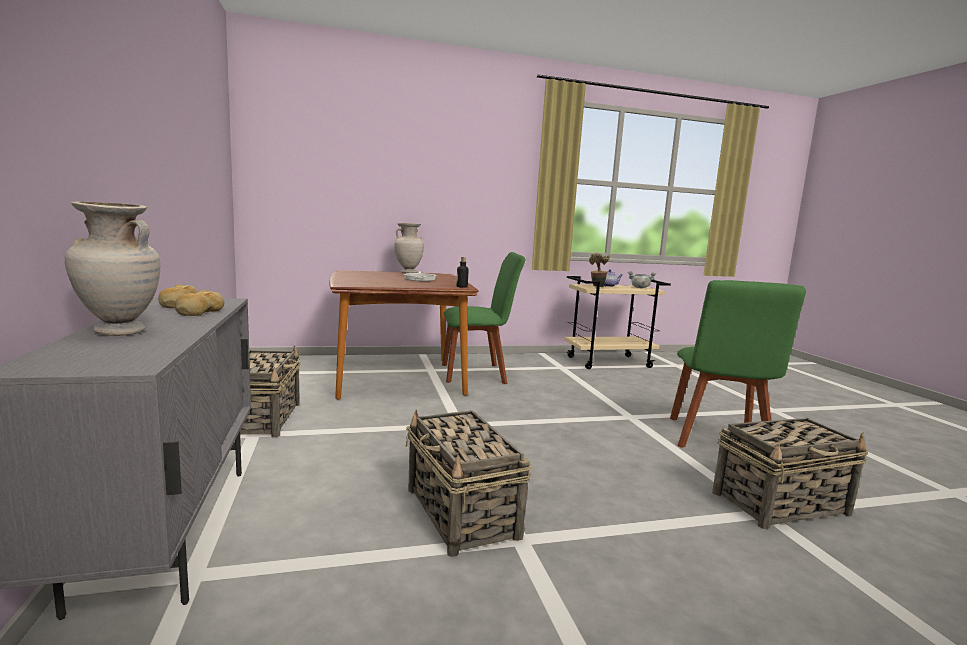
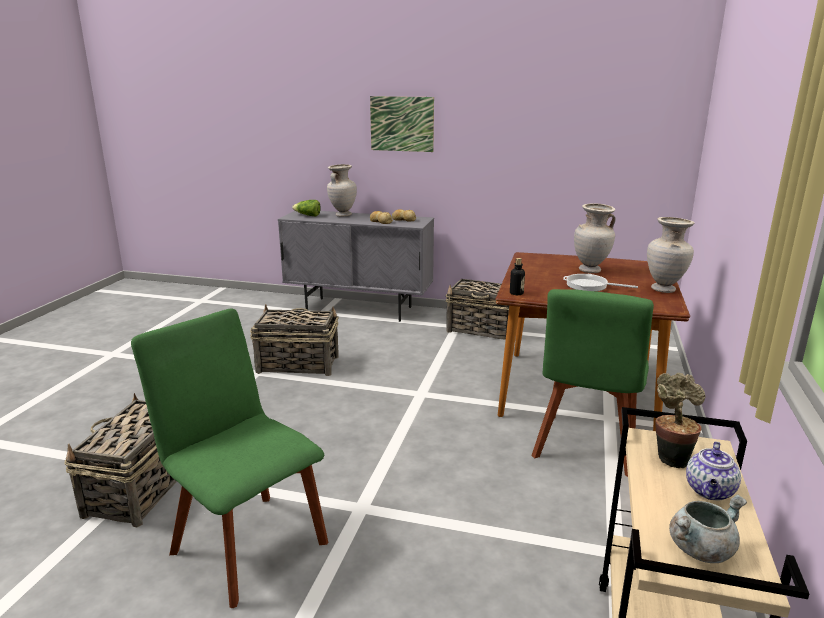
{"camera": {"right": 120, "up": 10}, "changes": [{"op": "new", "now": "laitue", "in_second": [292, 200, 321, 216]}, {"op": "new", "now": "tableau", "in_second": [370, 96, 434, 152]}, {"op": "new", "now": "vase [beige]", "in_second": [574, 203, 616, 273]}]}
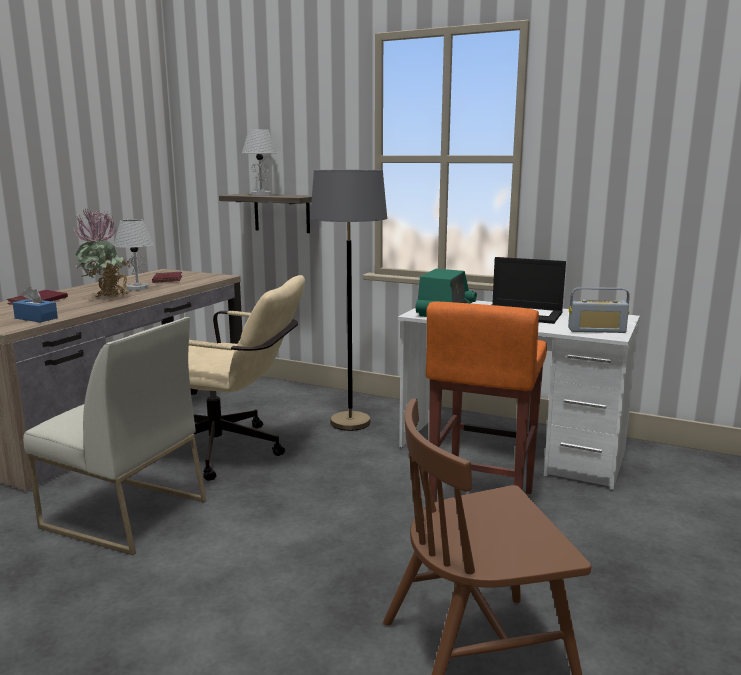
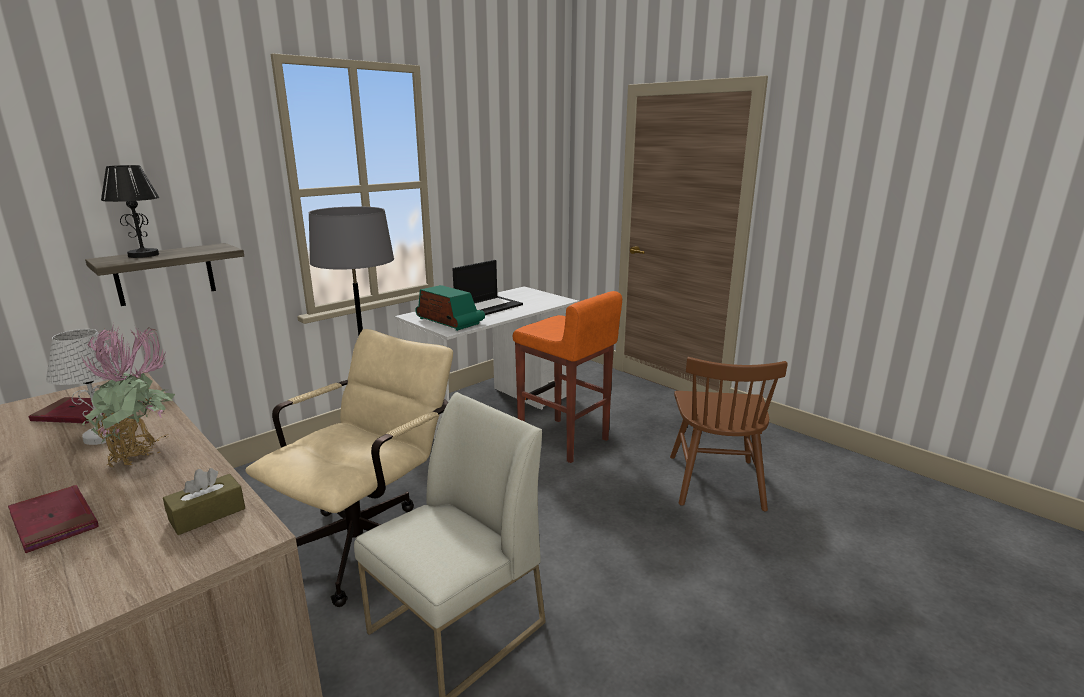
{"camera": {"right": -70, "up": 5}, "changes": [{"op": "repainted", "was": "boîte à mouchoirs [bleu]", "now": "boîte à mouchoirs [marron]", "in_first": [13, 286, 58, 322], "in_second": [163, 468, 245, 535]}, {"op": "repainted", "was": "lampe de table [blanc]", "now": "lampe de table [noir]", "in_first": [242, 129, 277, 195], "in_second": [101, 165, 159, 258]}, {"op": "gone", "was": "radio", "in_first": [568, 287, 630, 333]}]}
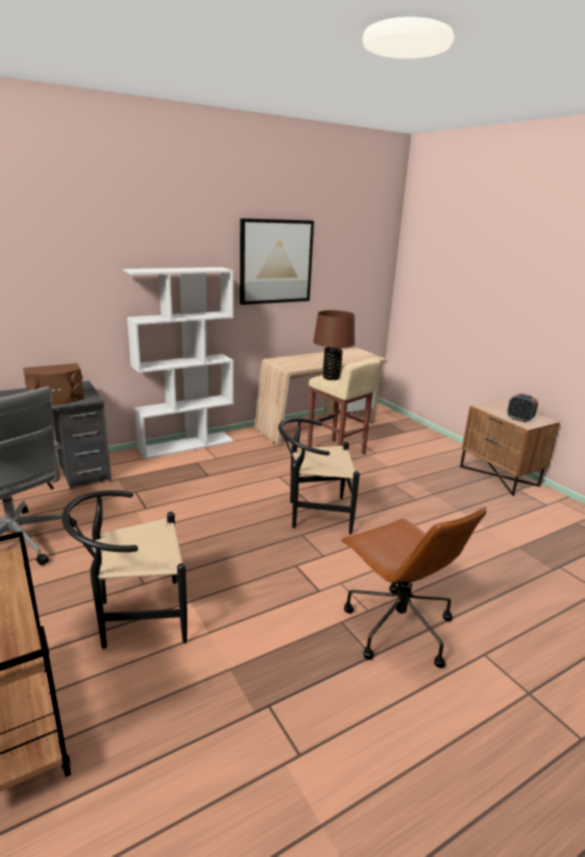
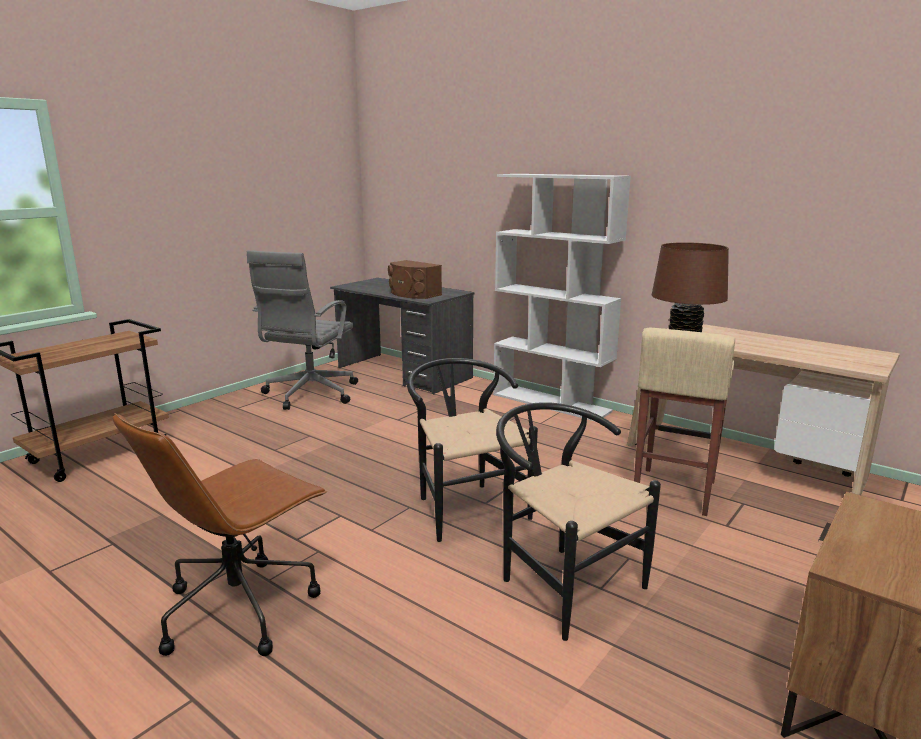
{"camera": {"right": 70, "up": -5}, "changes": [{"op": "shifted", "was": "chaise [noir]", "in_first": [62, 490, 187, 649], "in_second": [496, 402, 661, 641]}, {"op": "gone", "was": "tableau", "in_first": [240, 218, 314, 305]}, {"op": "gone", "was": "réveil", "in_first": [507, 394, 538, 422]}]}
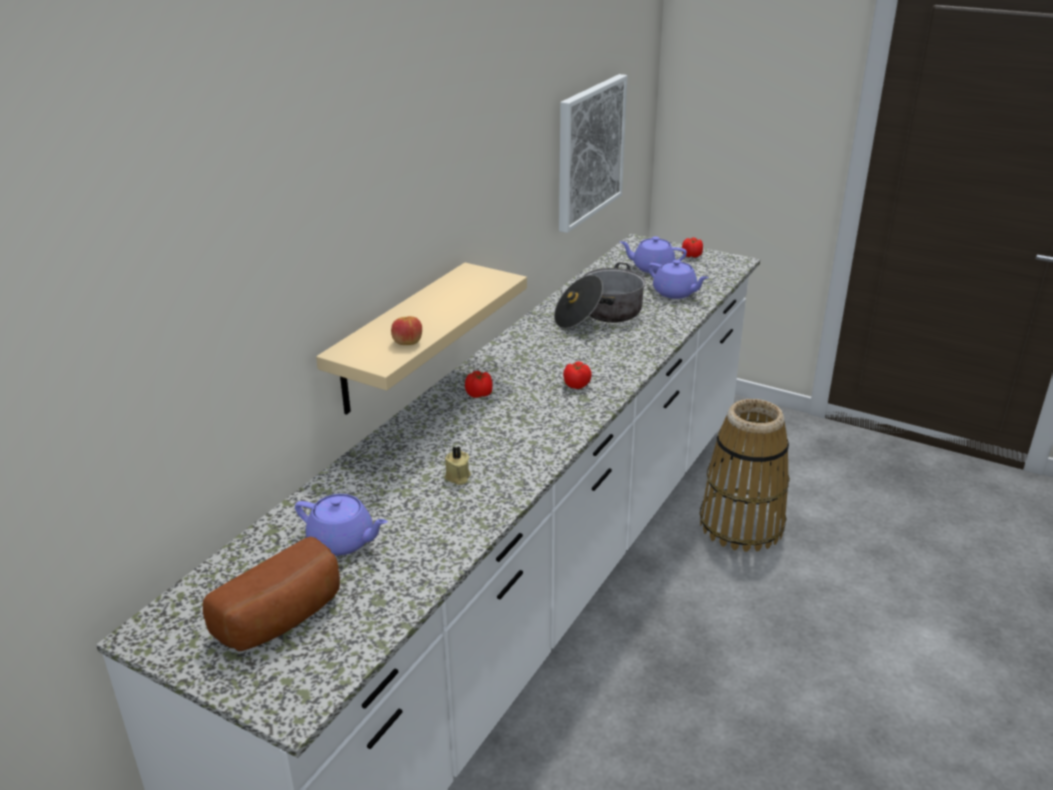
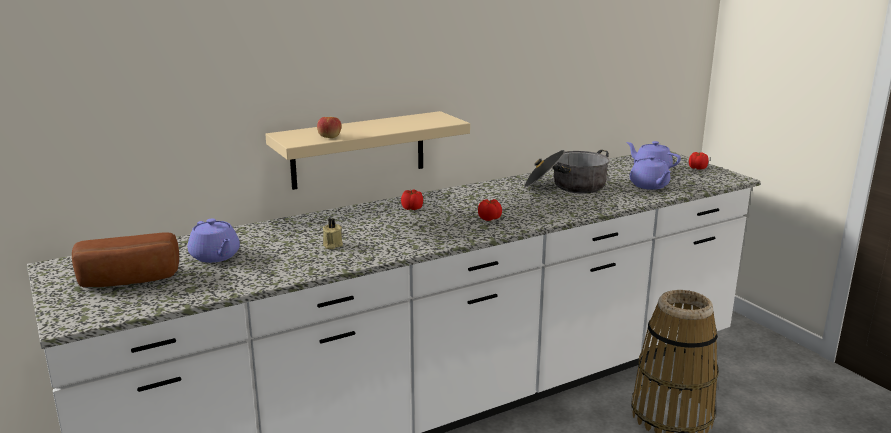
{"camera": {"right": 30, "up": -10}, "changes": [{"op": "gone", "was": "tableau", "in_first": [559, 74, 627, 233]}]}
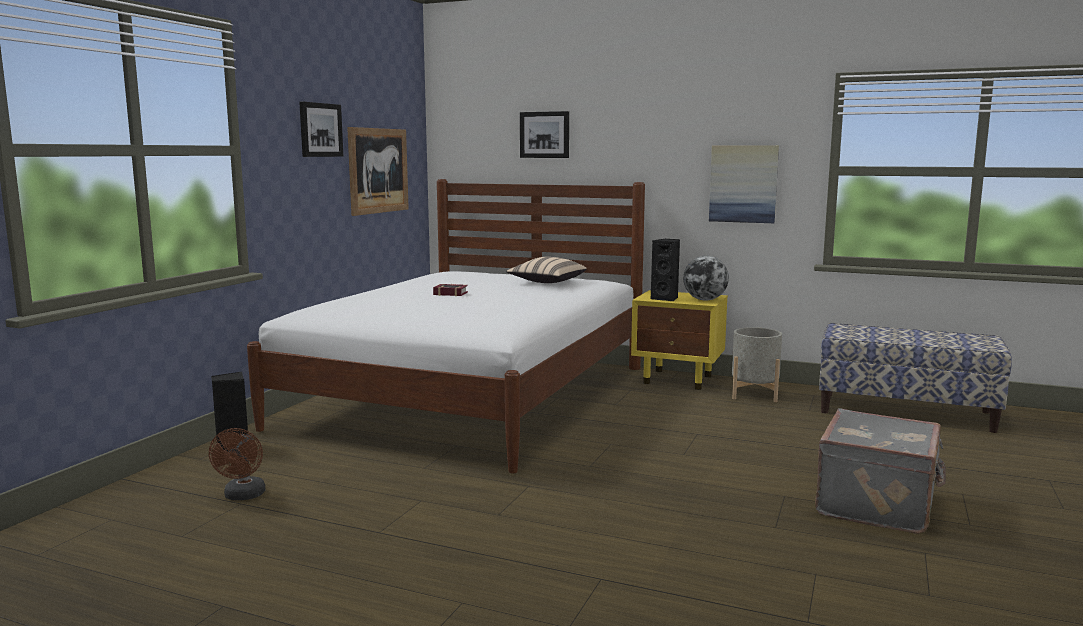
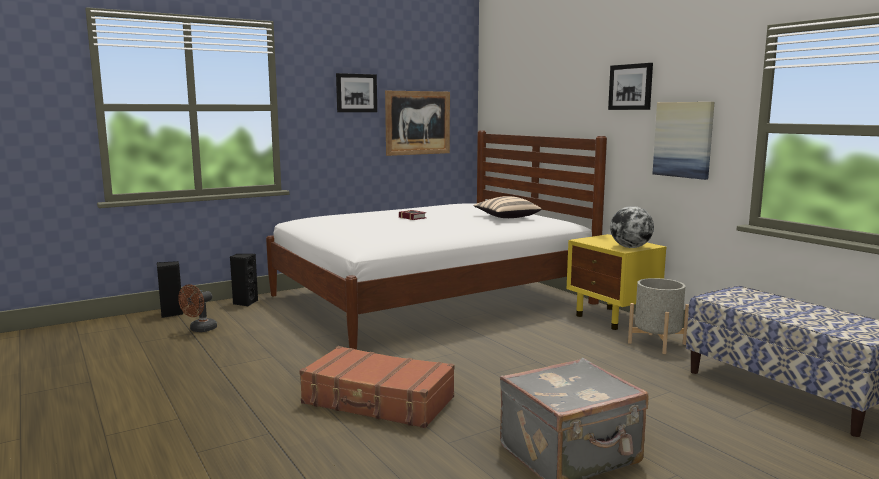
{"camera": {"right": 35, "up": 0}, "changes": [{"op": "shifted", "was": "tableau", "in_first": [520, 111, 569, 158], "in_second": [608, 63, 653, 110]}, {"op": "shifted", "was": "enceinte [noir]", "in_first": [651, 239, 680, 301], "in_second": [157, 261, 183, 318]}, {"op": "new", "now": "valise [marron]", "in_second": [299, 346, 455, 428]}]}
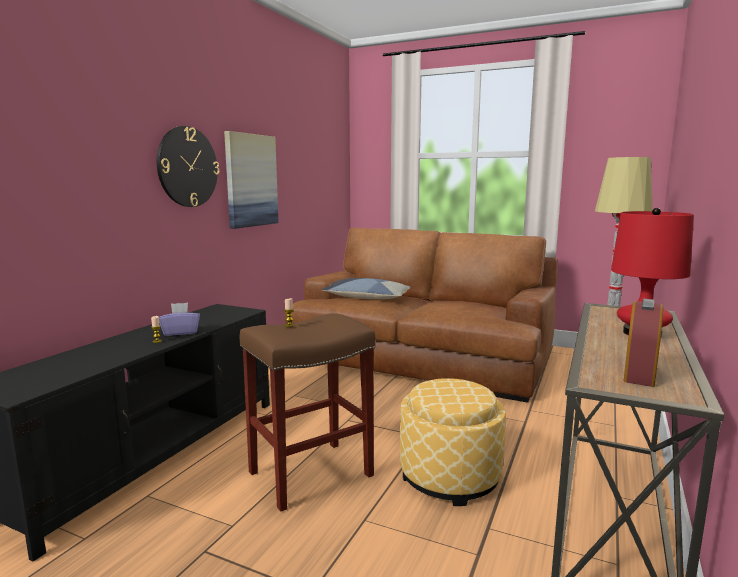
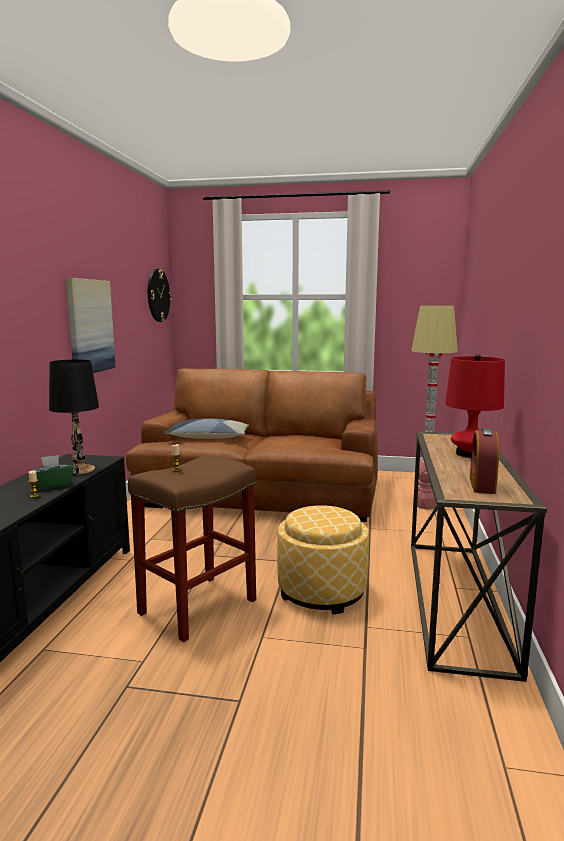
{"camera": {"right": -15, "up": 0}, "changes": [{"op": "shifted", "was": "horloge murale", "in_first": [157, 126, 219, 207], "in_second": [148, 269, 172, 322]}, {"op": "repainted", "was": "boîte à mouchoirs [violet]", "now": "boîte à mouchoirs [vert]", "in_first": [159, 303, 200, 336], "in_second": [30, 455, 74, 490]}, {"op": "new", "now": "lampe de table [noir]", "in_second": [49, 359, 99, 475]}]}
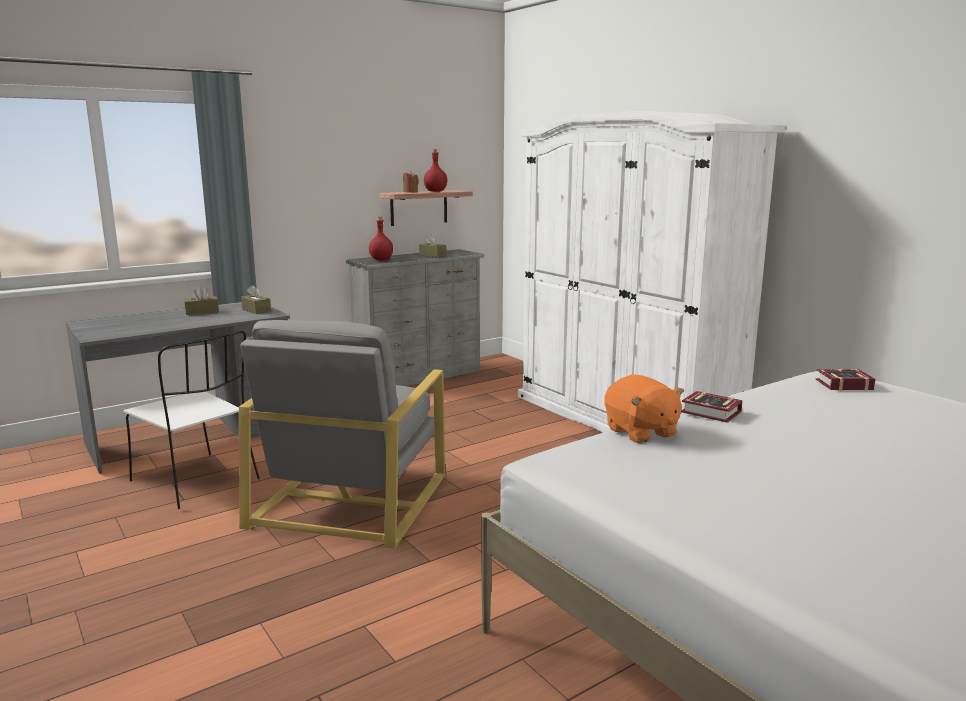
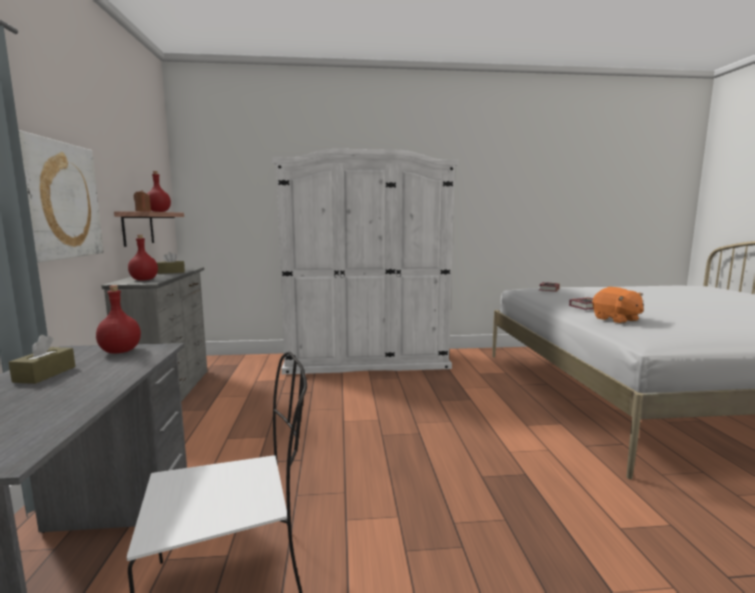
{"camera": {"right": -60, "up": -5}, "changes": [{"op": "gone", "was": "fauteuil [gris]", "in_first": [239, 320, 445, 549]}, {"op": "swapped", "was": "boîte à mouchoirs [marron]", "now": "bouteille [rouge]", "in_first": [241, 285, 271, 314], "in_second": [96, 285, 141, 353]}, {"op": "rotated", "was": "peluche [orange]", "in_first": [605, 374, 684, 443], "in_second": [592, 287, 644, 324], "clockwise": 60}, {"op": "new", "now": "tableau", "in_second": [18, 130, 104, 263]}]}
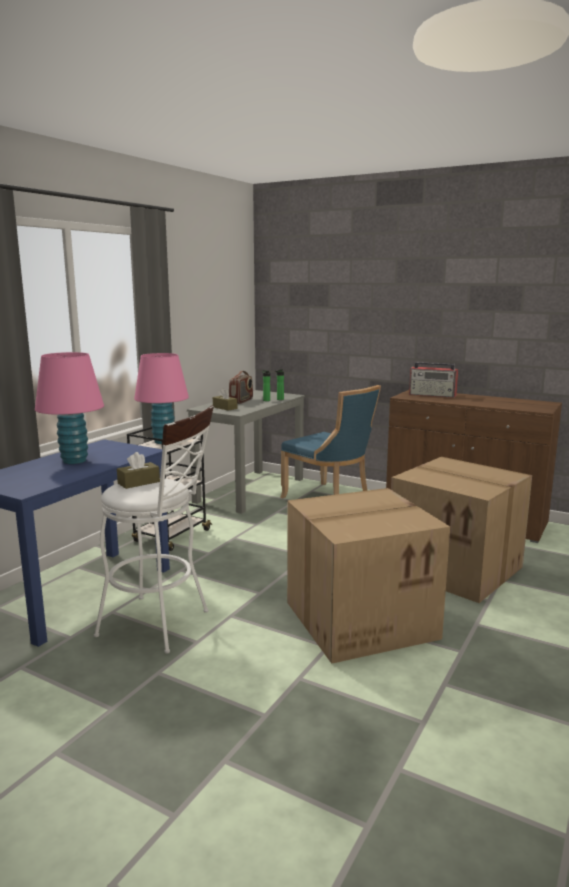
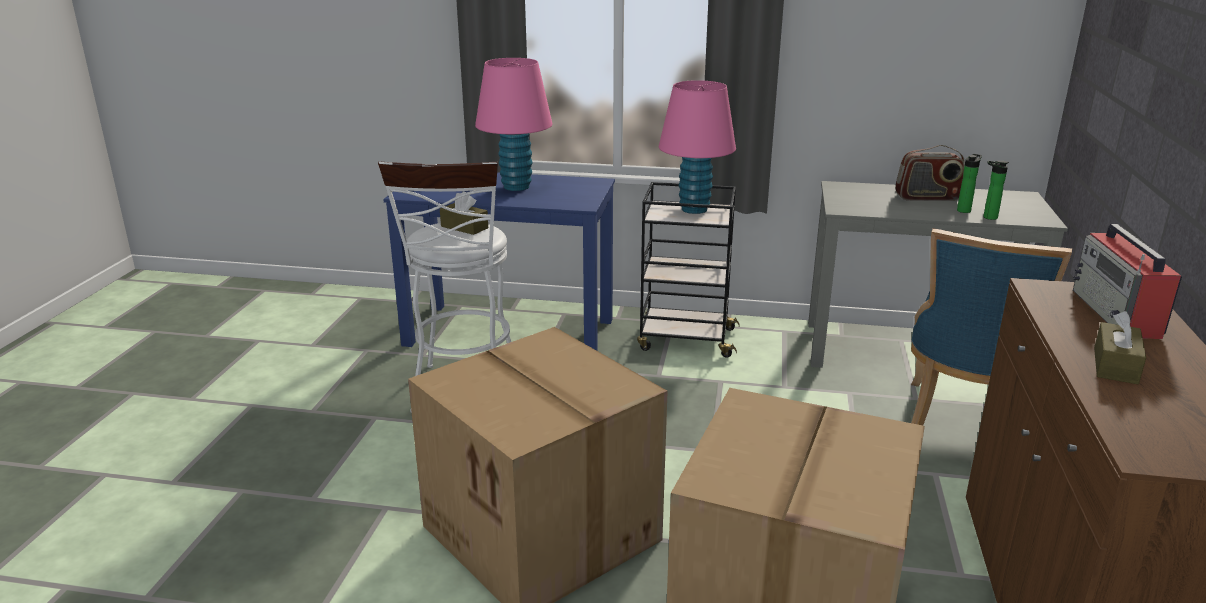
{"camera": {"right": 70, "up": 10}, "changes": [{"op": "shifted", "was": "boîte à mouchoirs [marron]", "in_first": [213, 388, 237, 411], "in_second": [1094, 311, 1146, 384]}]}
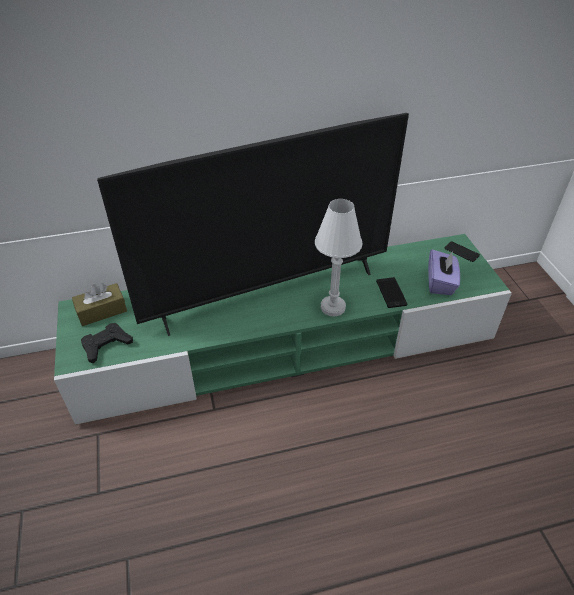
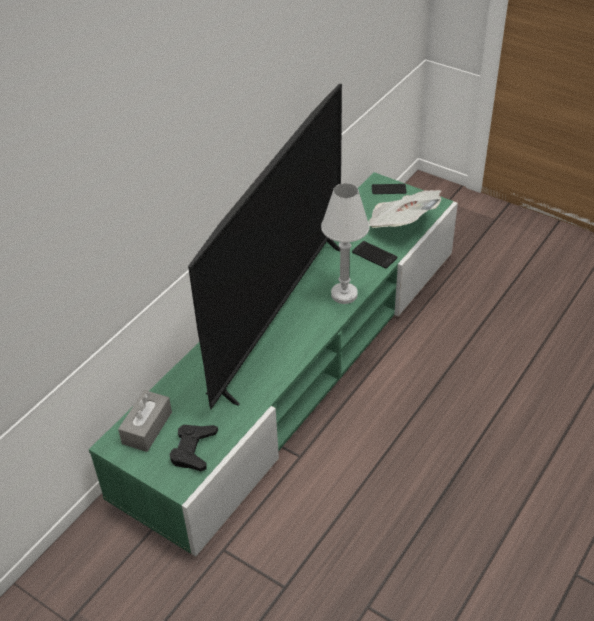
{"camera": {"right": -40, "up": 0}, "changes": [{"op": "repainted", "was": "boîte à mouchoirs [marron]", "now": "boîte à mouchoirs [gris]", "in_first": [72, 283, 127, 326], "in_second": [118, 390, 172, 452]}, {"op": "swapped", "was": "boîte à mouchoirs [violet]", "now": "journal", "in_first": [428, 250, 460, 295], "in_second": [368, 190, 441, 228]}]}
